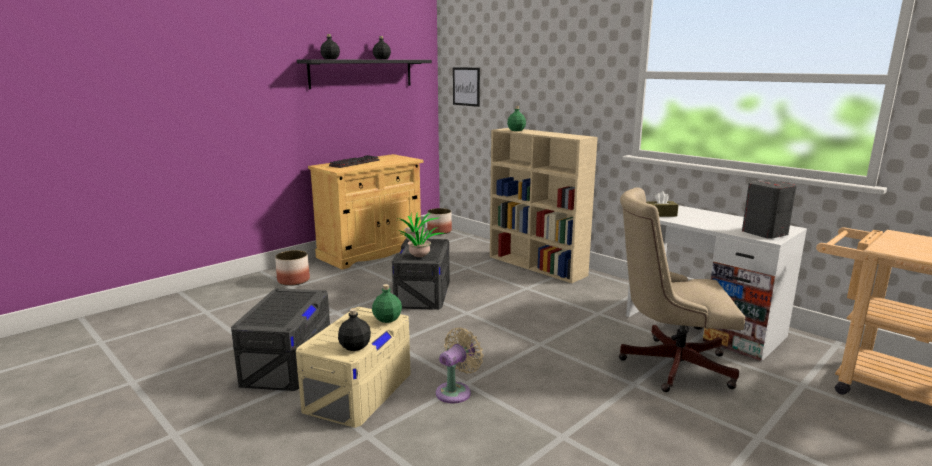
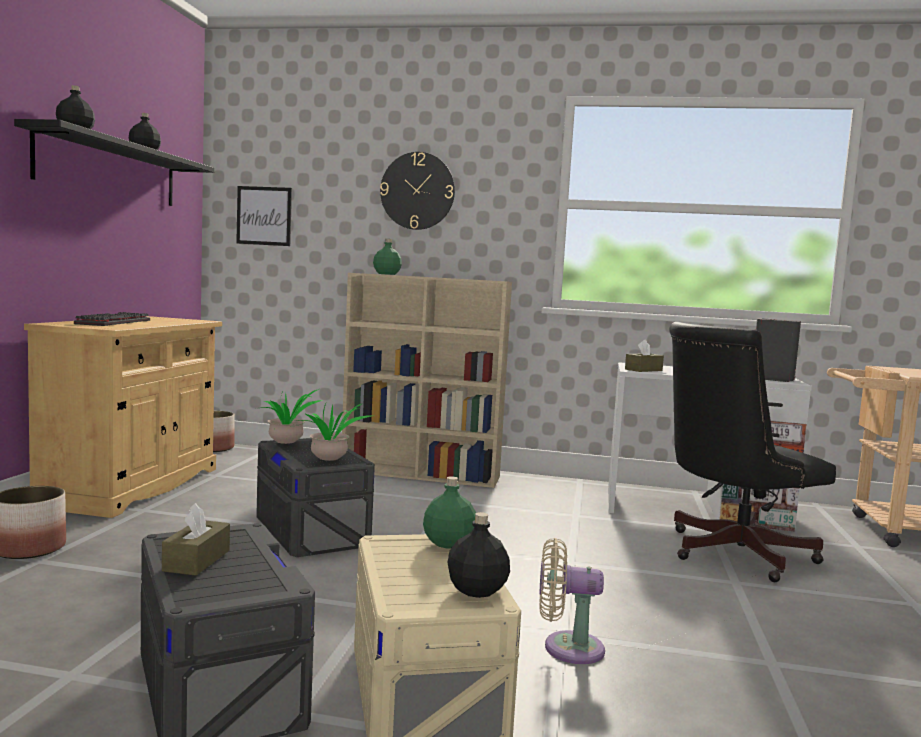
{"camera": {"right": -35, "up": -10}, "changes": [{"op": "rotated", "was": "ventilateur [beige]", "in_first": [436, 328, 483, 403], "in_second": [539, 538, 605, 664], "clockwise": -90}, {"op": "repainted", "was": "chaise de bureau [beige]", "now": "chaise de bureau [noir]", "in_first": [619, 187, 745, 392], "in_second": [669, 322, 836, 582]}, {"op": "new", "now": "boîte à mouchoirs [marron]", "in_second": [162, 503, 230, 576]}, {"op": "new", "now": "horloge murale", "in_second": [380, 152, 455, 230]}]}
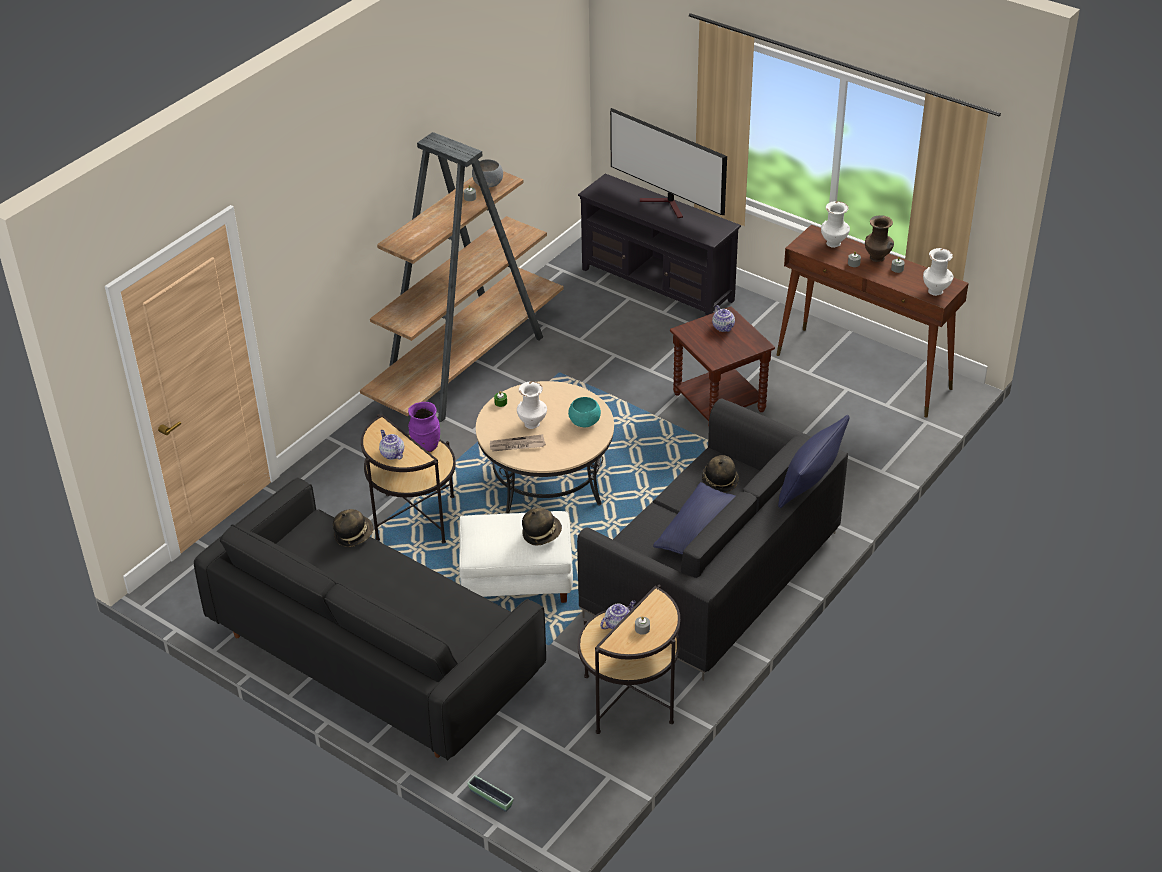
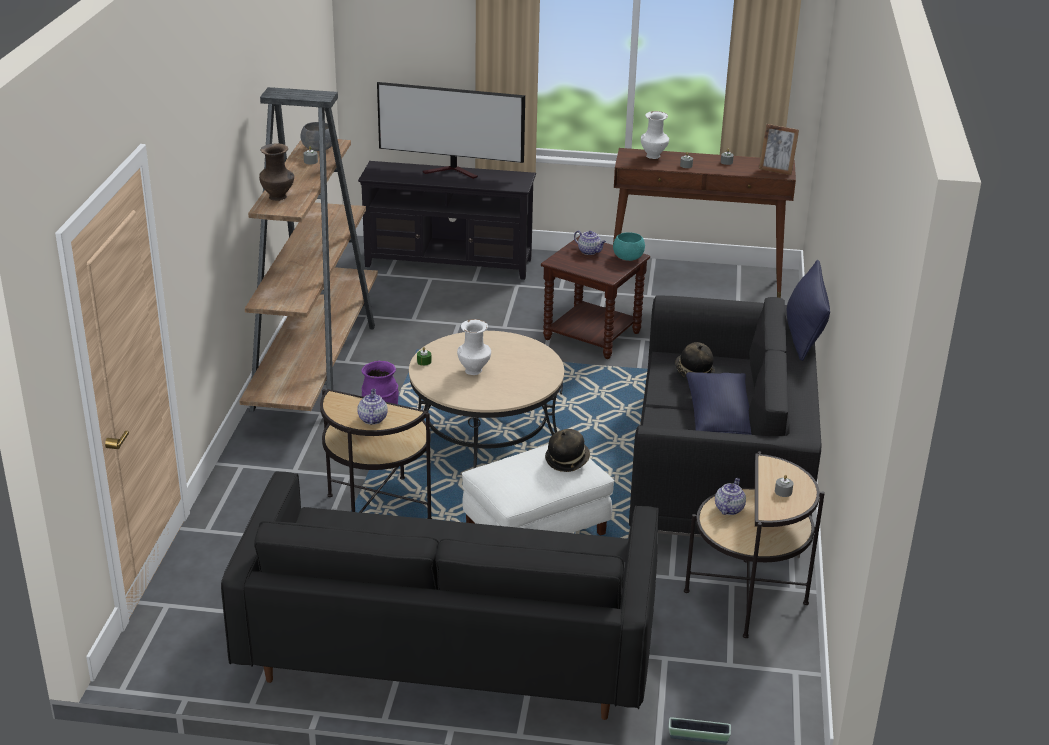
{"camera": {"right": -30, "up": -10}, "changes": [{"op": "gone", "was": "chapeau", "in_first": [333, 509, 373, 547]}, {"op": "rotated", "was": "théière", "in_first": [379, 430, 404, 460], "in_second": [357, 389, 388, 425], "clockwise": 60}, {"op": "gone", "was": "journal", "in_first": [490, 434, 546, 452]}, {"op": "shifted", "was": "bol [turquoise]", "in_first": [568, 397, 601, 427], "in_second": [613, 232, 645, 261]}, {"op": "shifted", "was": "vase [marron]", "in_first": [865, 215, 894, 262], "in_second": [259, 143, 294, 201]}, {"op": "swapped", "was": "vase [blanc]", "now": "cadre photo", "in_first": [923, 248, 953, 296], "in_second": [759, 124, 799, 175]}]}
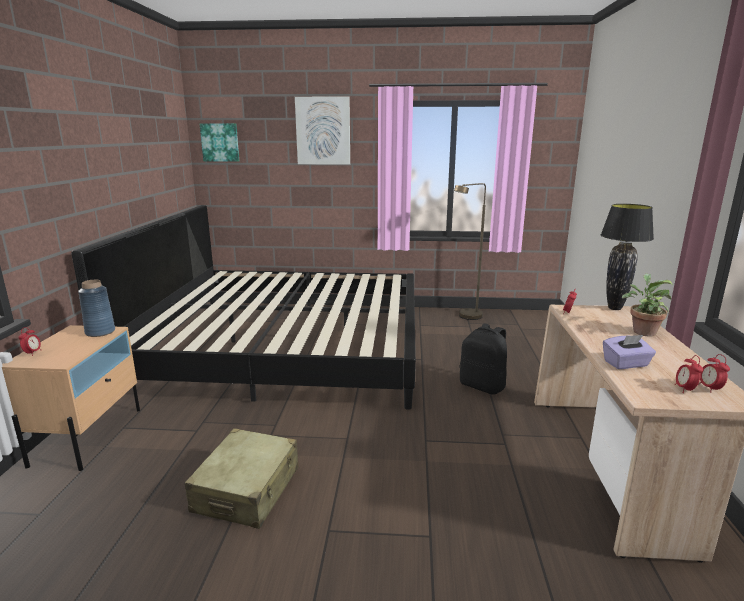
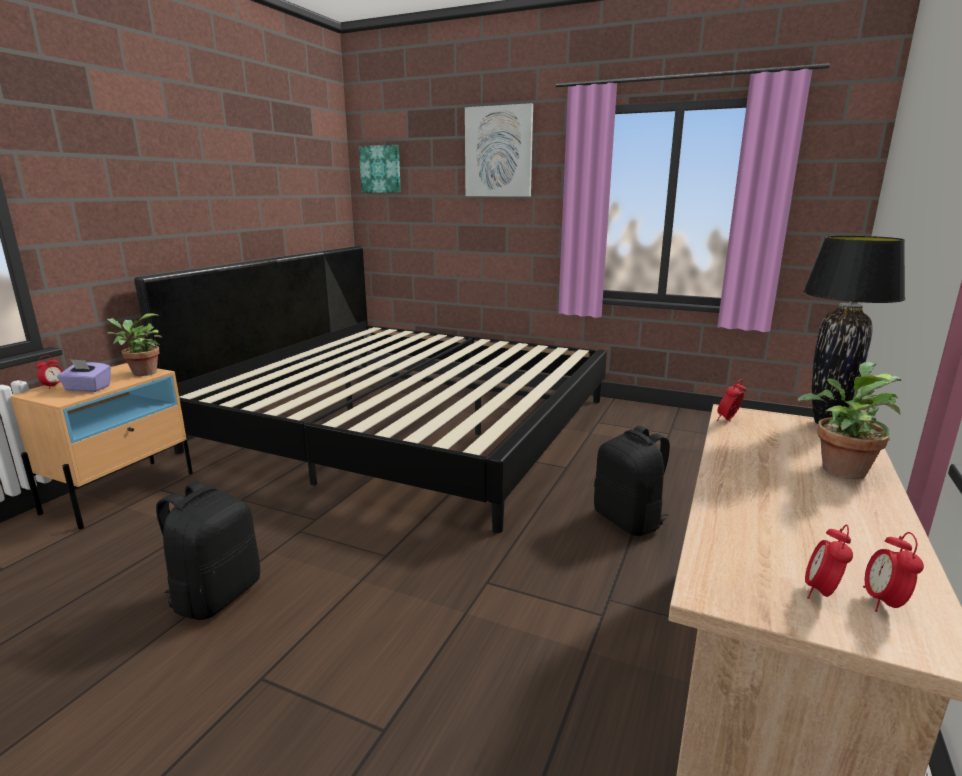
{"camera": {"right": 20, "up": 0}, "changes": [{"op": "swapped", "was": "vase [bleu]", "now": "plante en pot", "in_first": [78, 280, 115, 337], "in_second": [107, 314, 162, 376]}, {"op": "swapped", "was": "valise [beige]", "now": "sac à dos [noir]", "in_first": [185, 428, 299, 529], "in_second": [156, 481, 260, 620]}, {"op": "gone", "was": "lampadaire [marron]", "in_first": [454, 183, 486, 320]}, {"op": "shifted", "was": "boîte à mouchoirs [violet]", "in_first": [603, 335, 656, 369], "in_second": [57, 359, 111, 392]}]}
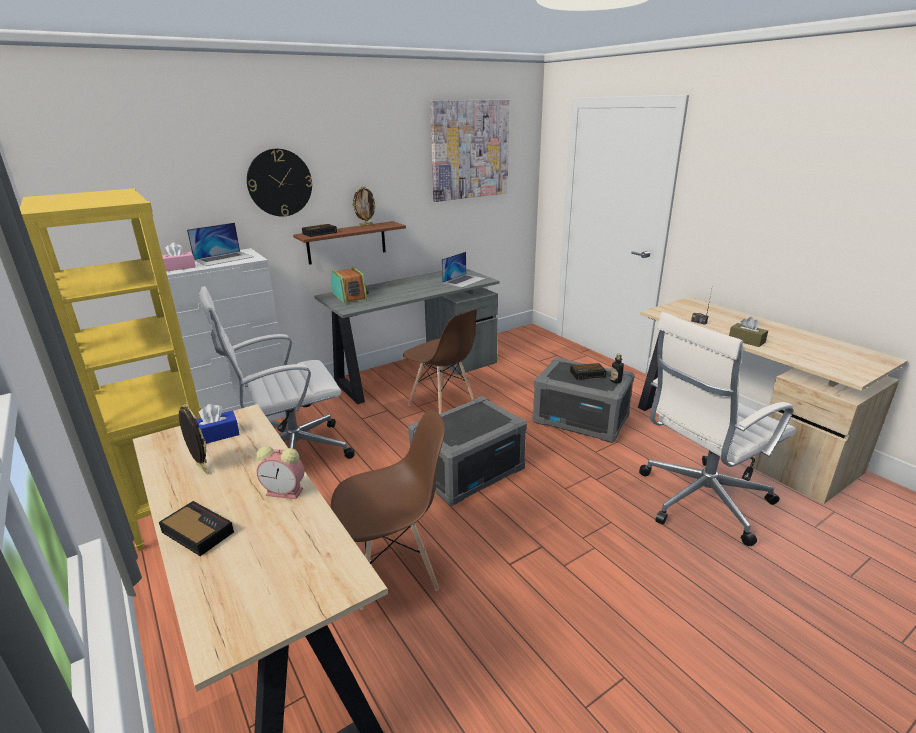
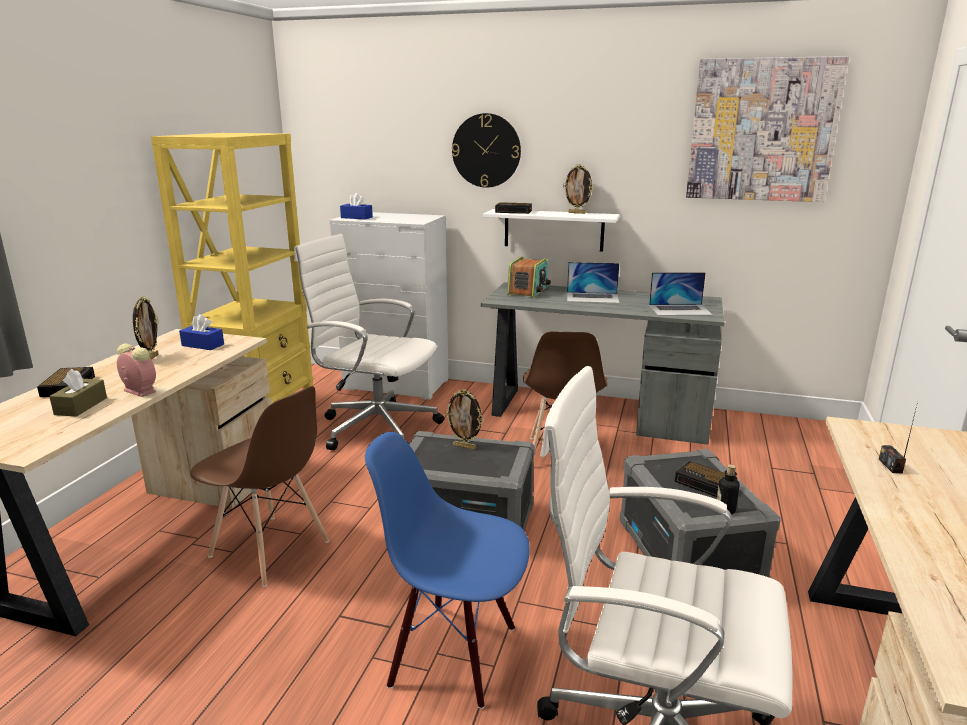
{"camera": {"right": 50, "up": -5}, "changes": [{"op": "repainted", "was": "boîte à mouchoirs [rose]", "now": "boîte à mouchoirs [bleu]", "in_first": [162, 242, 196, 272], "in_second": [340, 193, 373, 220]}, {"op": "shifted", "was": "ordinateur portable", "in_first": [187, 223, 254, 266], "in_second": [567, 262, 620, 303]}, {"op": "rotated", "was": "réveil", "in_first": [256, 446, 304, 499], "in_second": [117, 344, 156, 397], "clockwise": 150}, {"op": "repainted", "was": "étagère [marron]", "now": "étagère [blanc]", "in_first": [293, 221, 406, 265], "in_second": [483, 209, 620, 252]}, {"op": "shifted", "was": "boîte à mouchoirs [marron]", "in_first": [729, 317, 768, 347], "in_second": [49, 369, 107, 417]}, {"op": "new", "now": "chaise [bleu]", "in_second": [365, 432, 530, 709]}, {"op": "new", "now": "cadre photo", "in_second": [445, 389, 484, 449]}]}
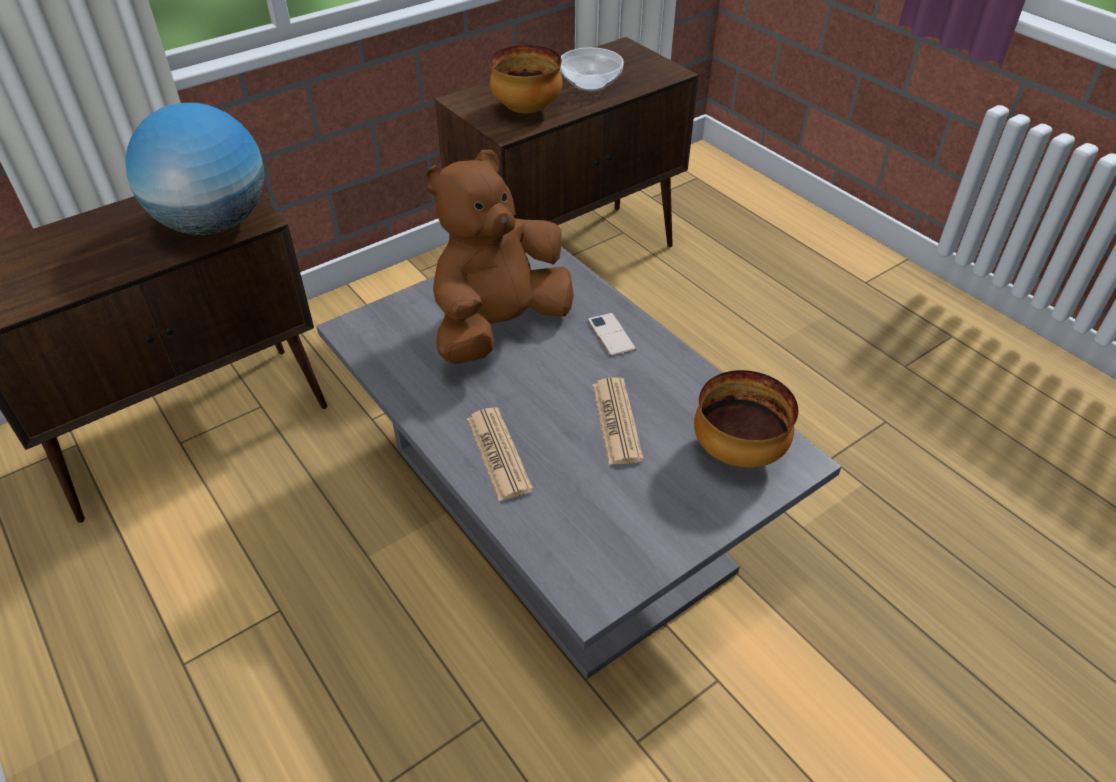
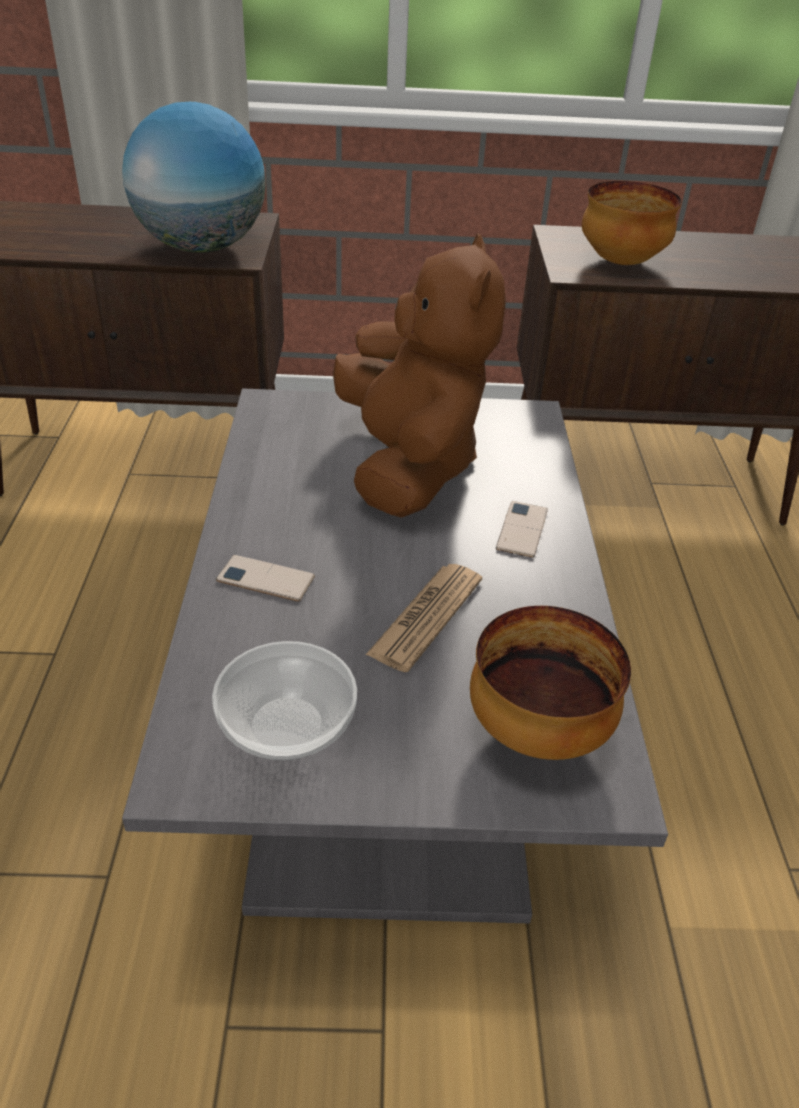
{"camera": {"right": 35, "up": -5}, "changes": [{"op": "rotated", "was": "peluche [marron]", "in_first": [425, 150, 574, 364], "in_second": [333, 233, 506, 518], "clockwise": 90}, {"op": "swapped", "was": "journal", "now": "téléphone", "in_first": [467, 407, 533, 501], "in_second": [216, 555, 315, 602]}, {"op": "shifted", "was": "bol", "in_first": [560, 47, 624, 91], "in_second": [212, 641, 357, 760]}]}
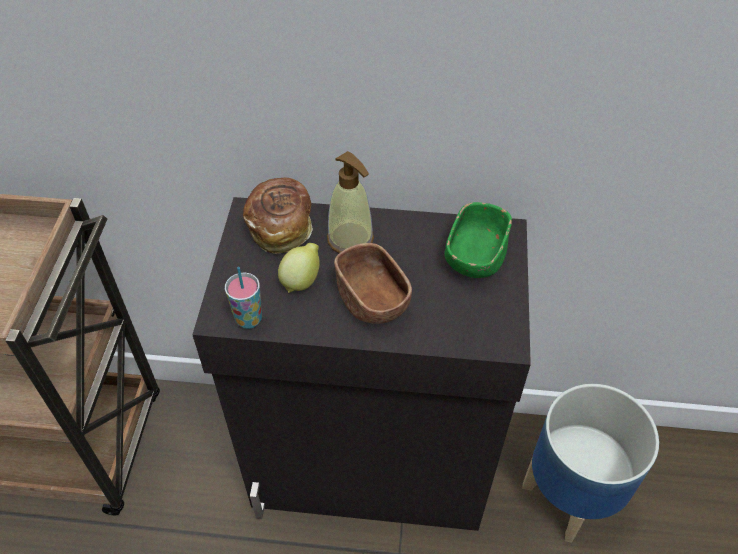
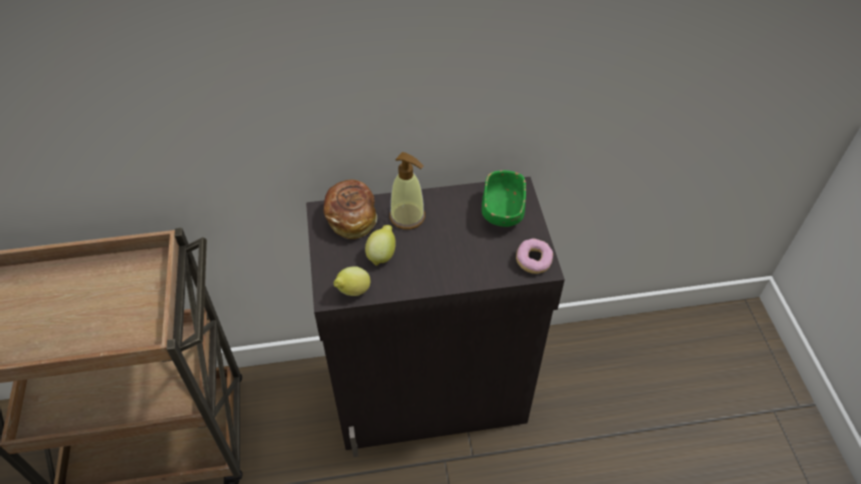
{"camera": {"right": -15, "up": 0}, "changes": [{"op": "swapped", "was": "tasse", "now": "citron", "in_first": [225, 267, 262, 329], "in_second": [334, 266, 371, 296]}, {"op": "gone", "was": "bol [marron]", "in_first": [334, 243, 412, 324]}, {"op": "gone", "was": "cache-pot", "in_first": [522, 384, 659, 543]}, {"op": "new", "now": "beignet", "in_second": [516, 239, 553, 274]}]}
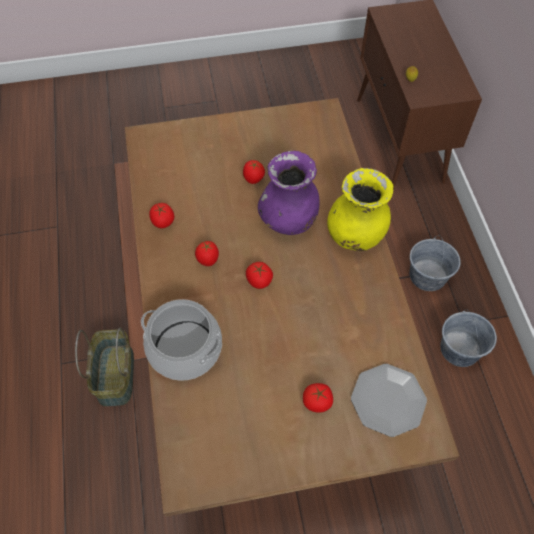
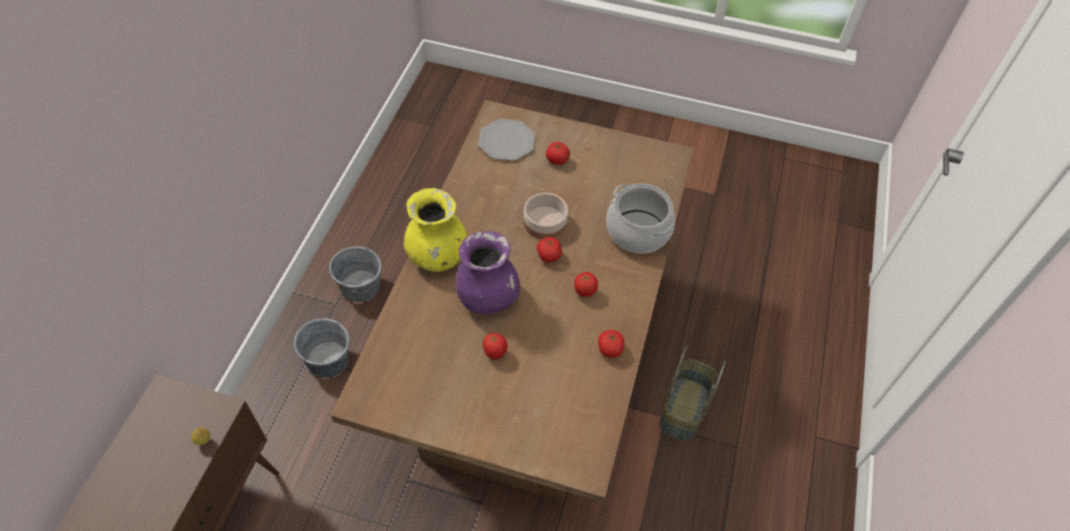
{"camera": {"right": -155, "up": -5}, "changes": [{"op": "new", "now": "bol", "in_second": [524, 193, 568, 239]}]}
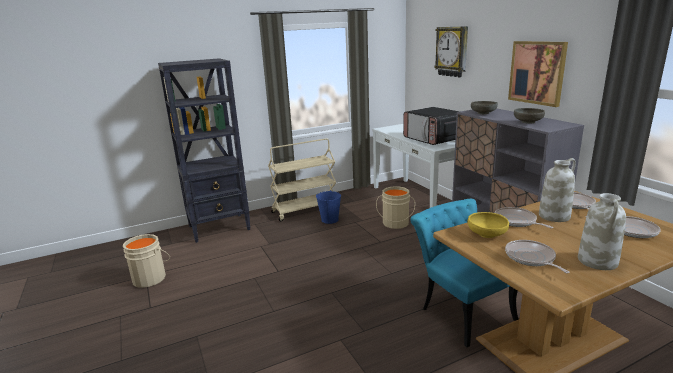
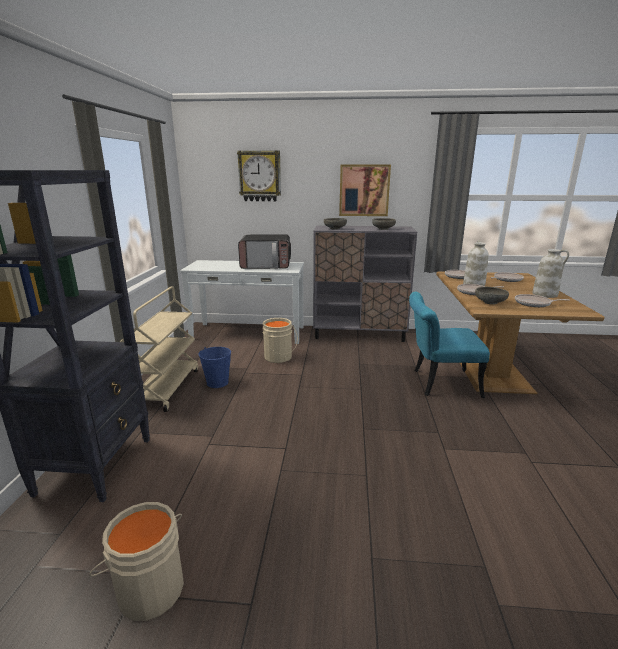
{"camera": {"right": -60, "up": 0}, "changes": [{"op": "repainted", "was": "bol [jaune]", "now": "bol [gris]", "in_first": [468, 212, 509, 238], "in_second": [475, 287, 509, 305]}]}
